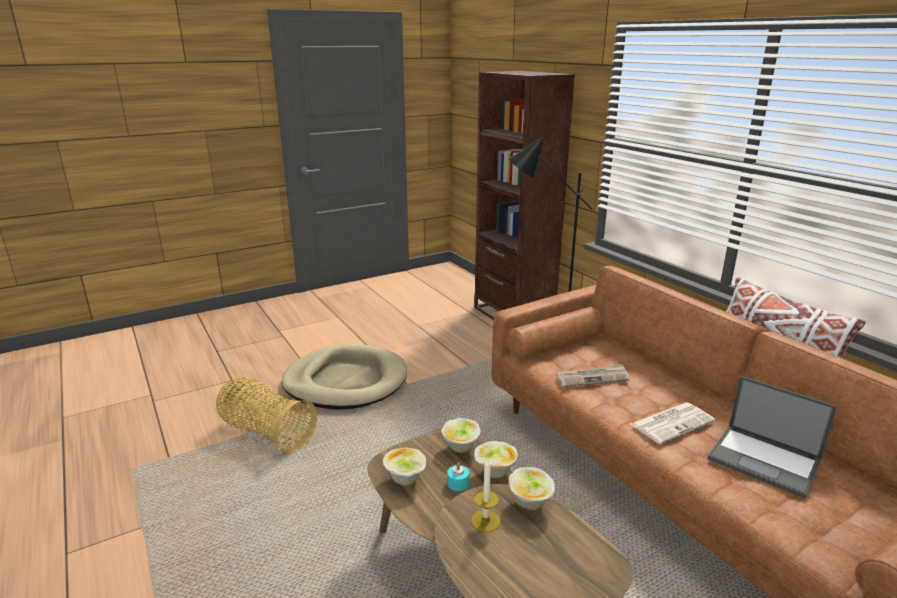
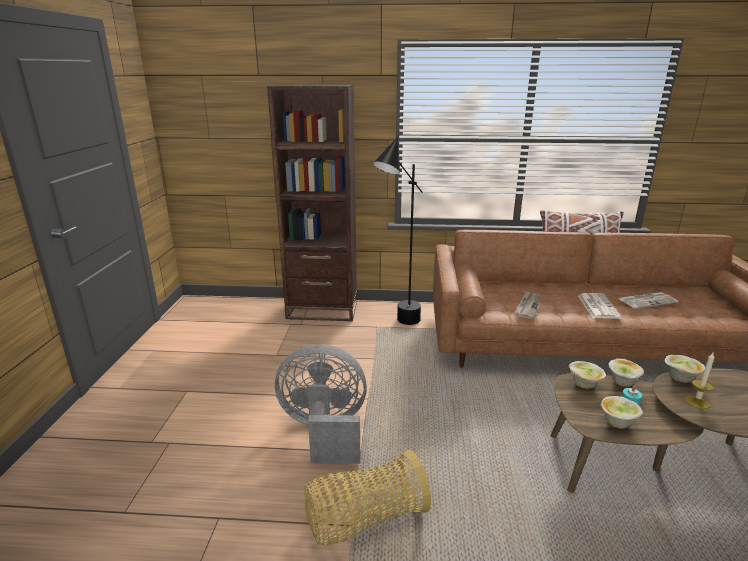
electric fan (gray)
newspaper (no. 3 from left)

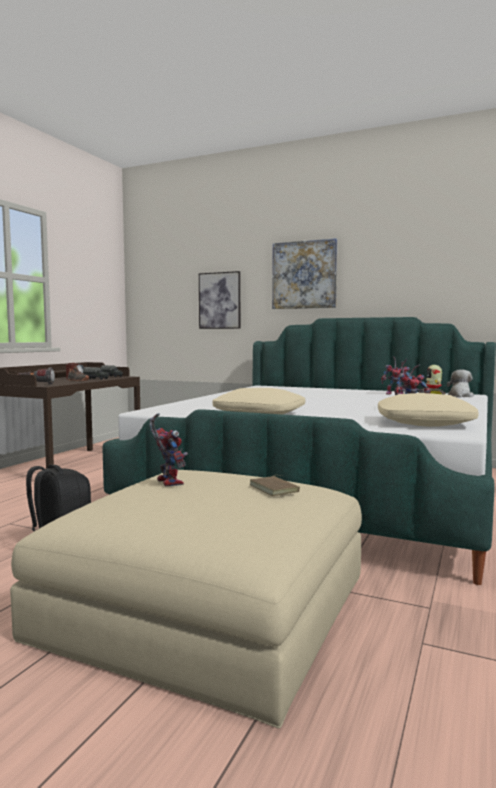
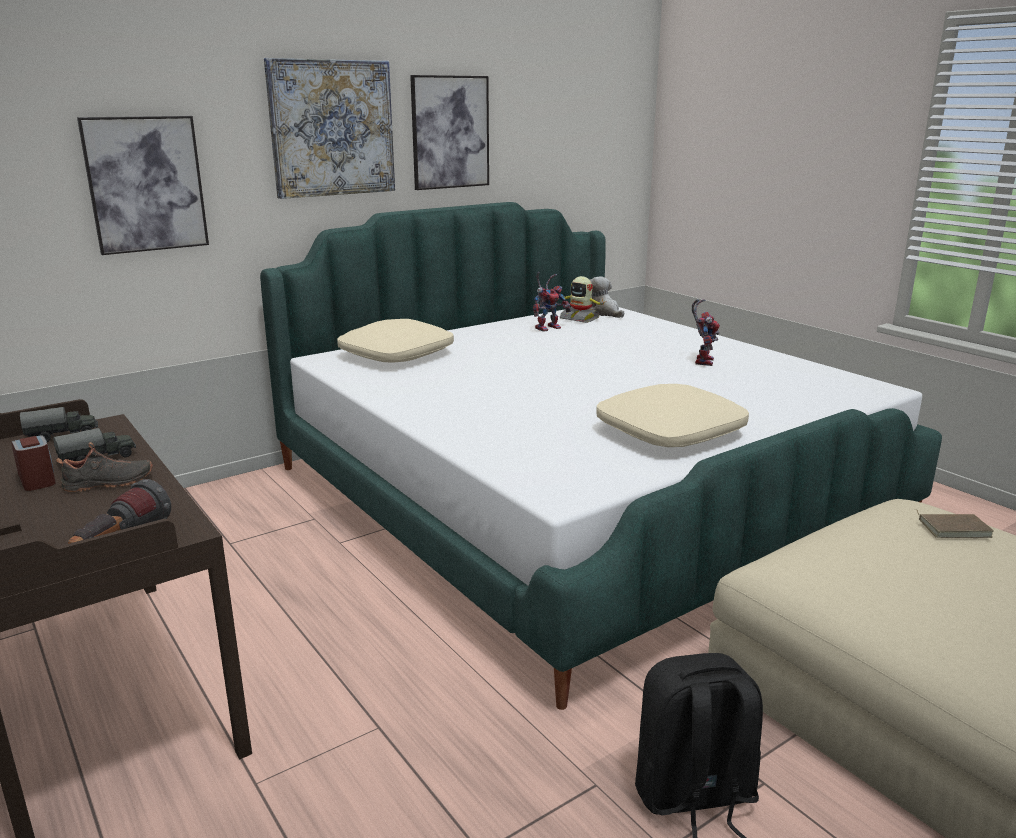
robot figure (no. 1 from left in the first image)
throw pillow (beige) (no. 1 from left)
wall art (no. 3 from left)

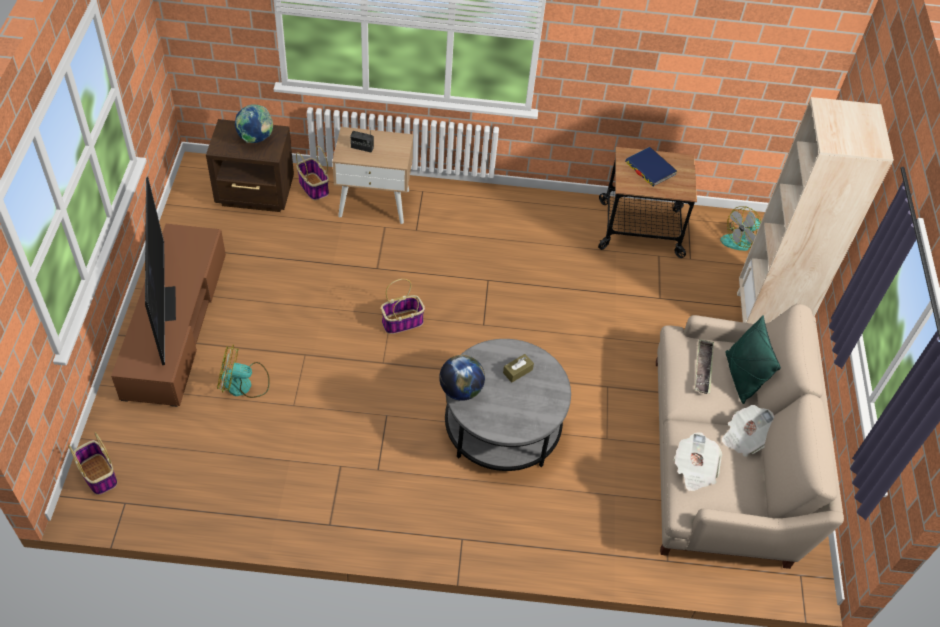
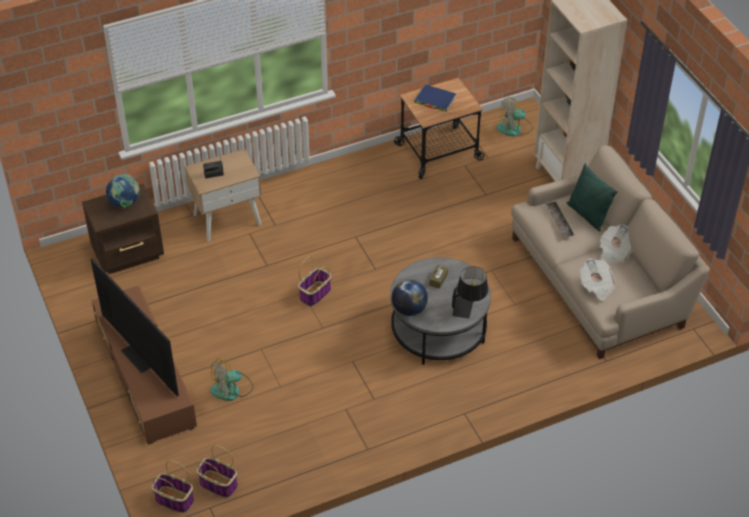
storage basket (no. 2 from left)
electric fan (no. 2 from left)
lamp for a table (blackish)

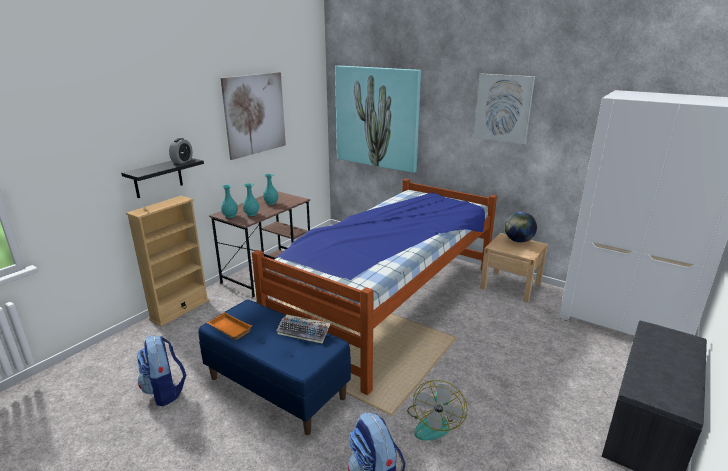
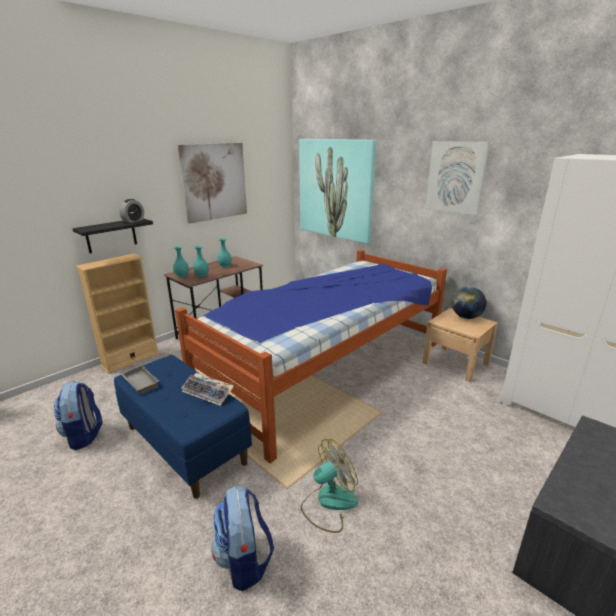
serving tray (gray)
electric fan

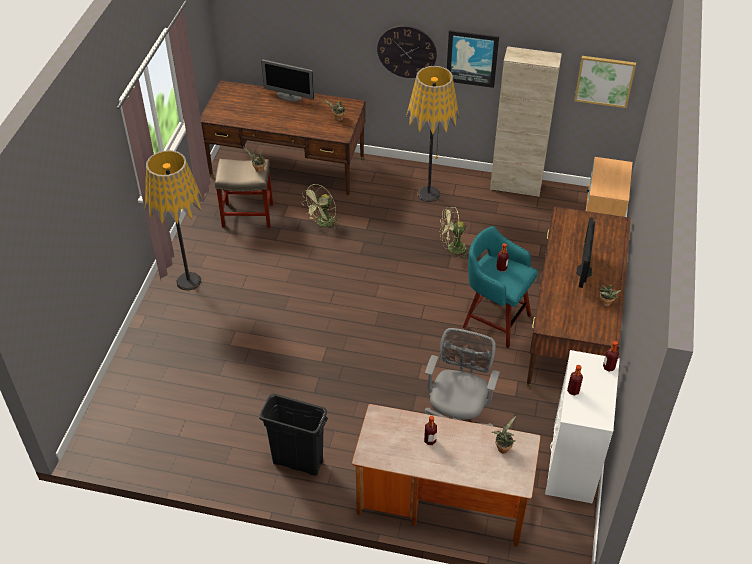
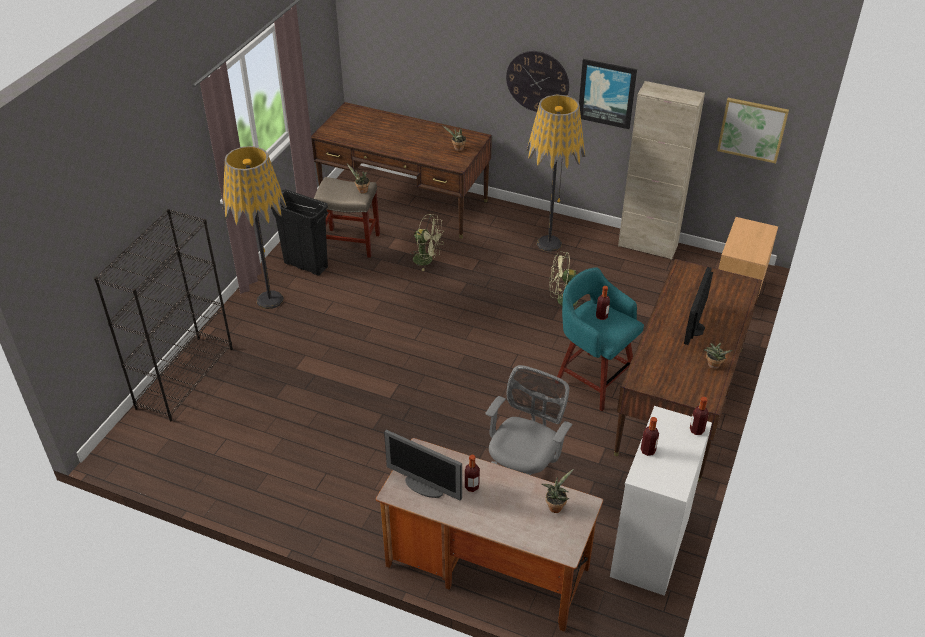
rubbish bin (blackish)
computer display (no. 1 from left)
electric fan (green) (no. 1 from left)
bookcase (blackish)

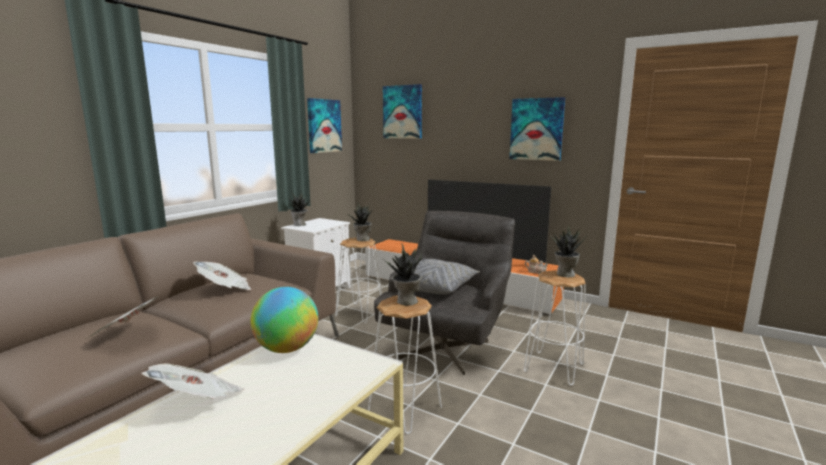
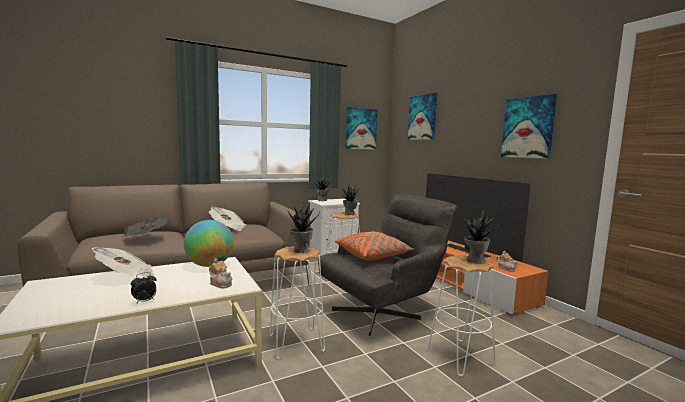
throw pillow (orange-coloured)
table clock
teapot (no. 1 from left)

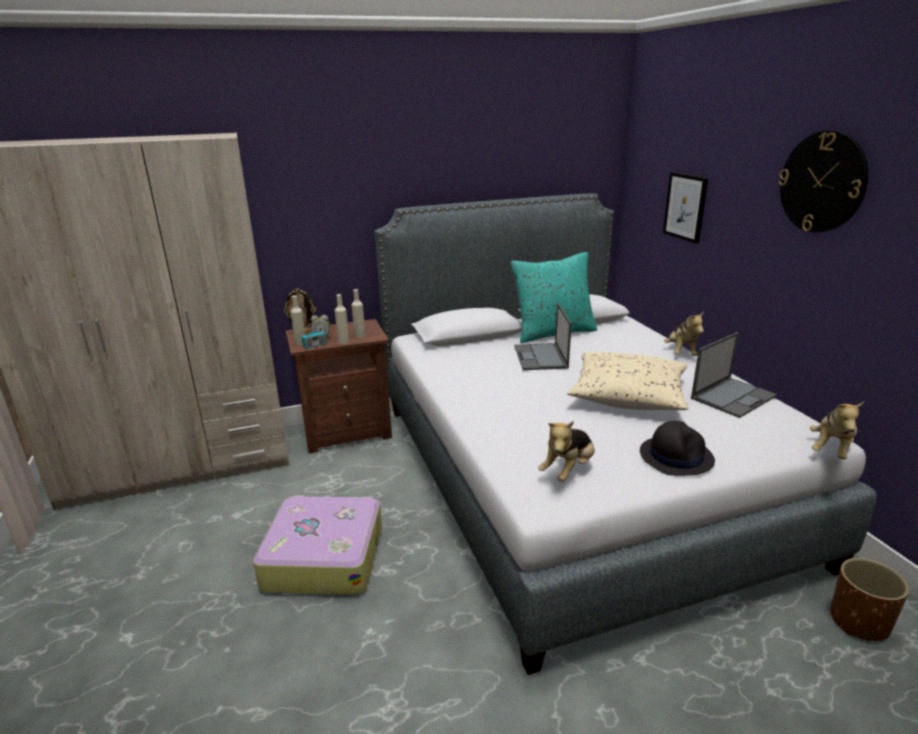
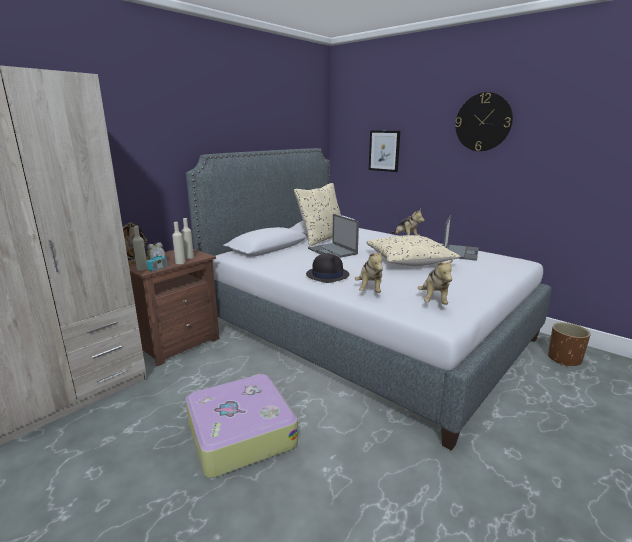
throw pillow (beige) (no. 1 from left)
hat (blackish)
cuddly toy (no. 1 from left)

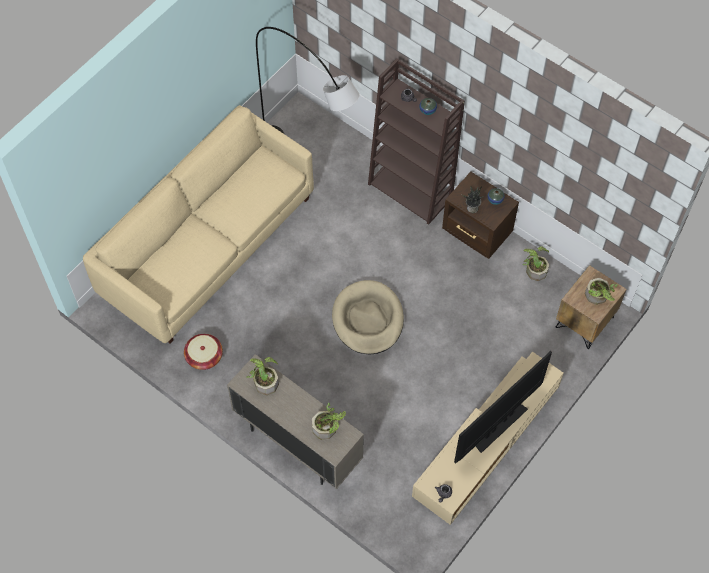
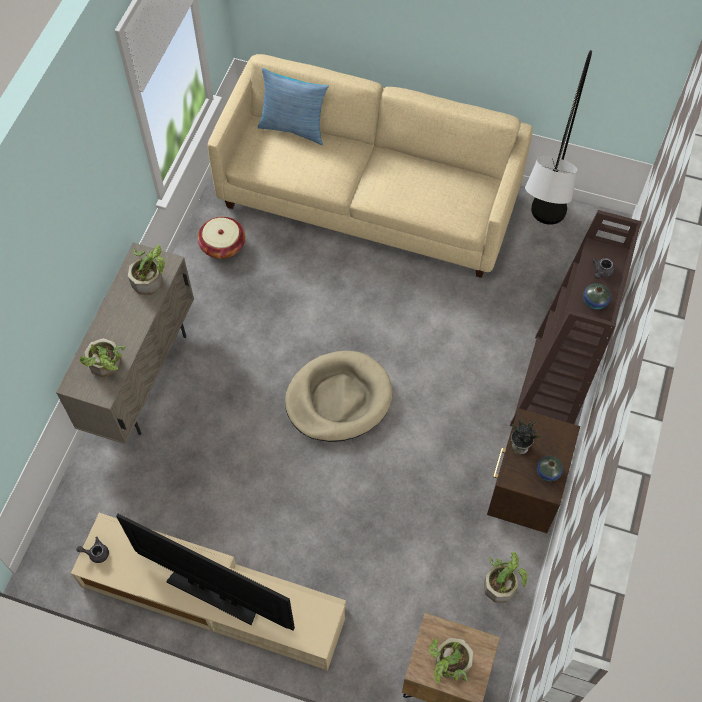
throw pillow

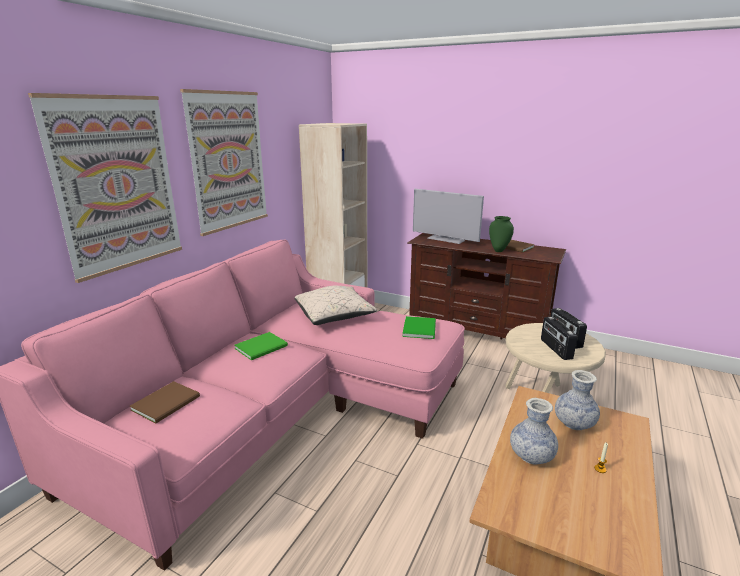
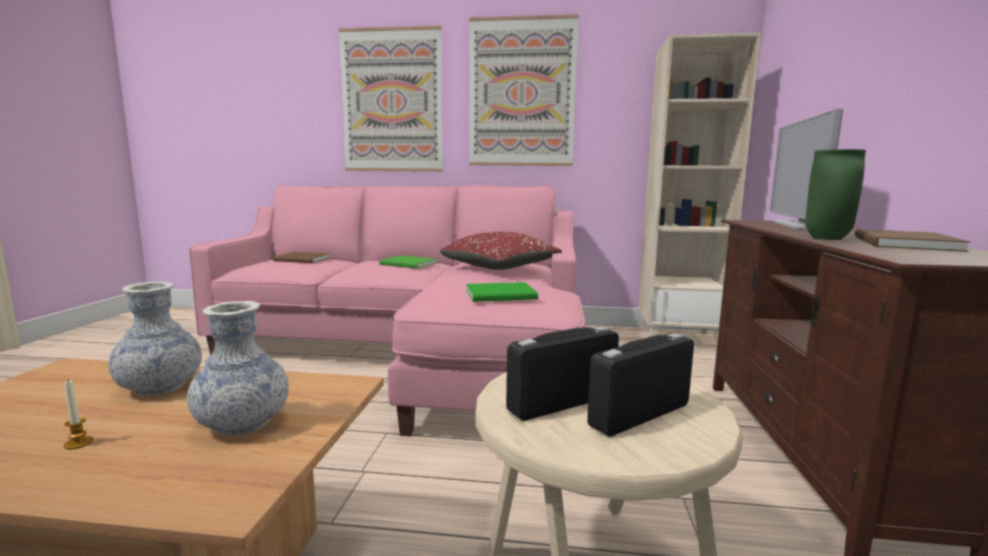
throw pillow (red-coloured)

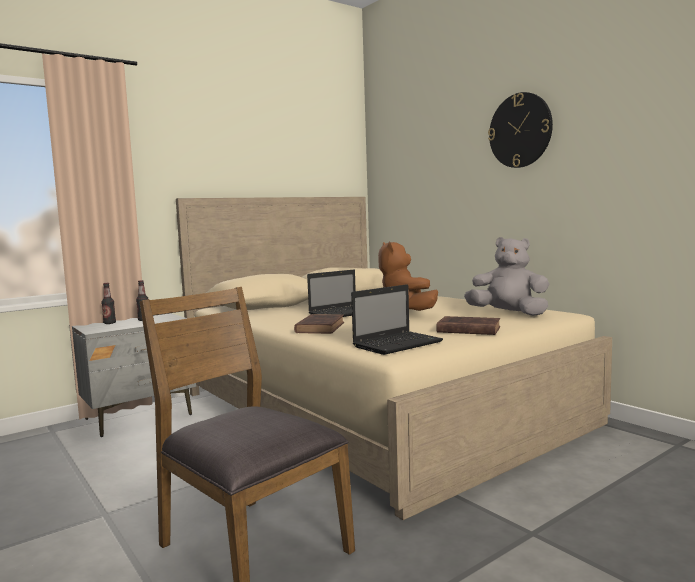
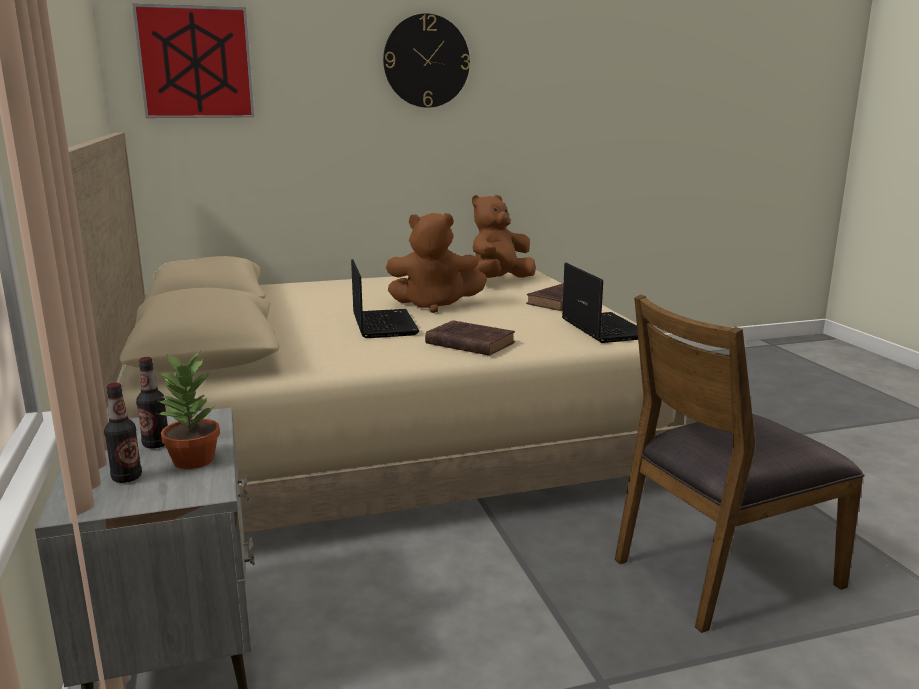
cuddly toy (brown-coloured) (no. 2 from left)
wall art
potted plant

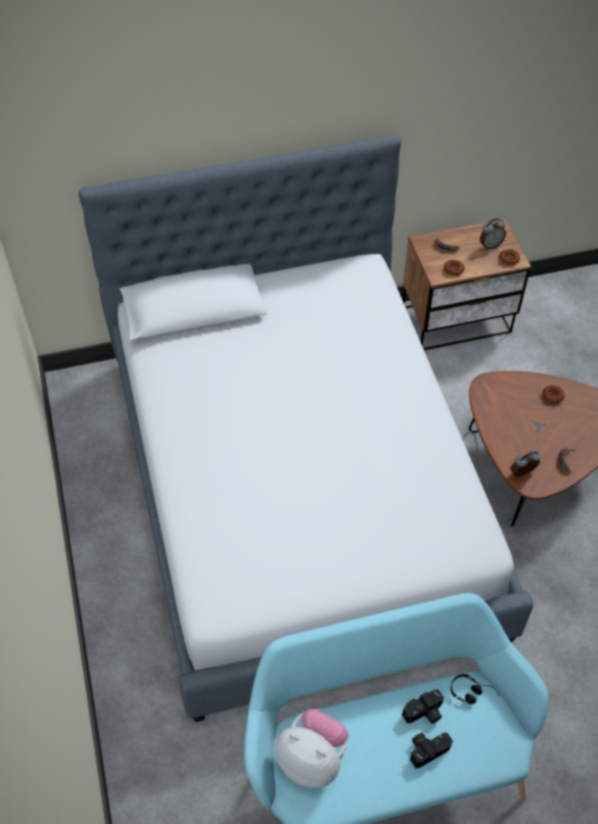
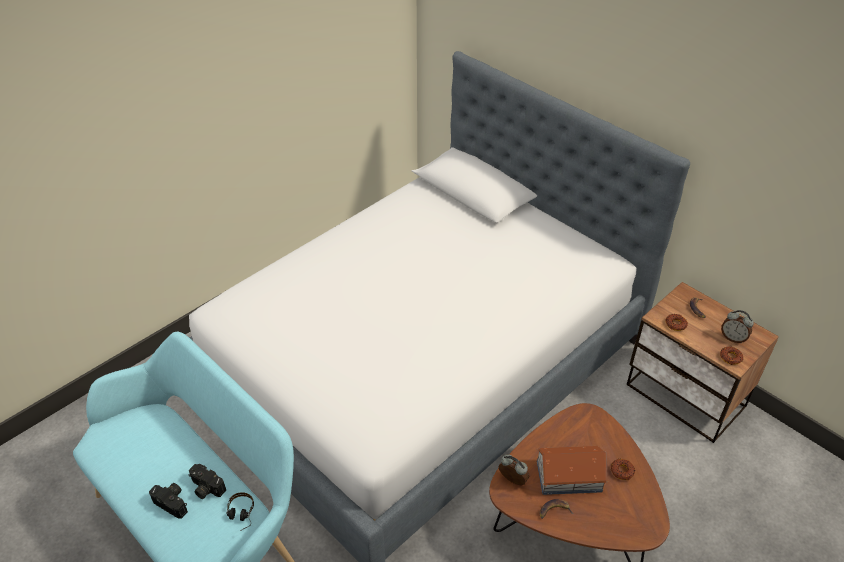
cuddly toy
model house

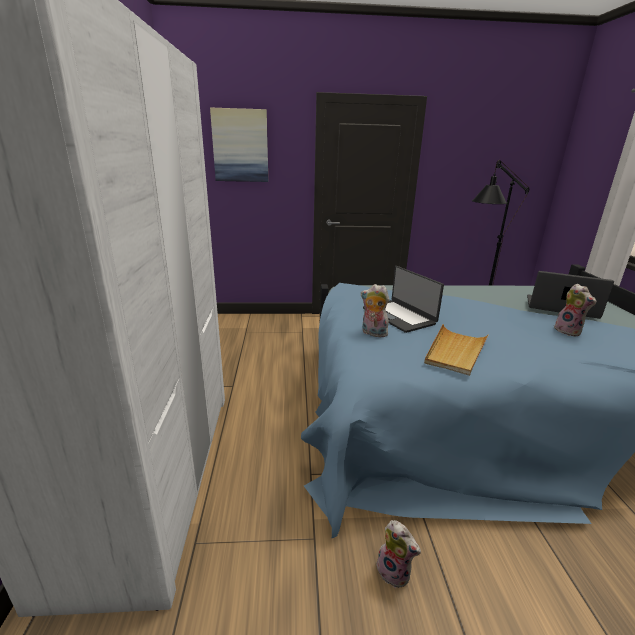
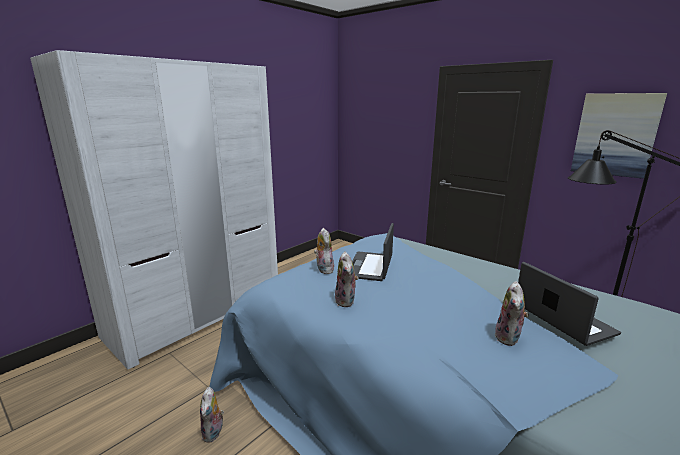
wall art
cuddly toy (no. 3 from left)

